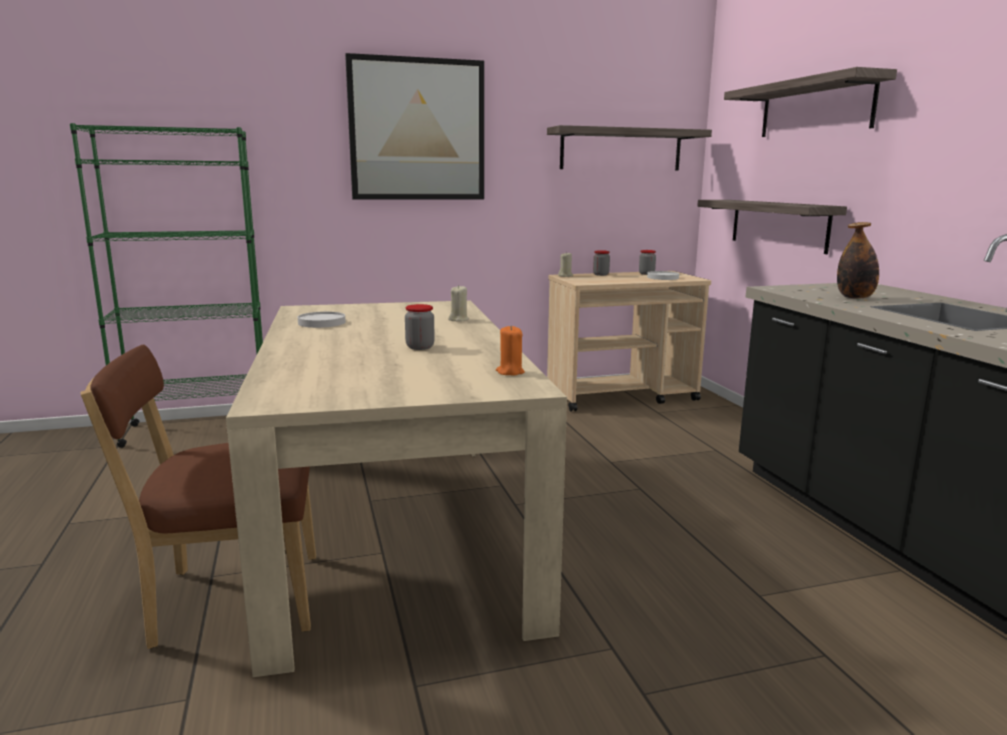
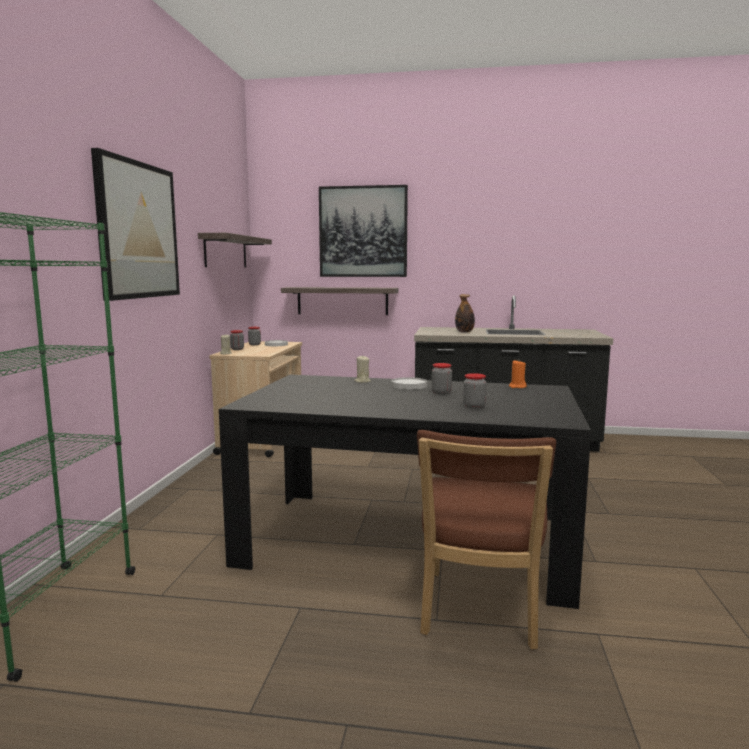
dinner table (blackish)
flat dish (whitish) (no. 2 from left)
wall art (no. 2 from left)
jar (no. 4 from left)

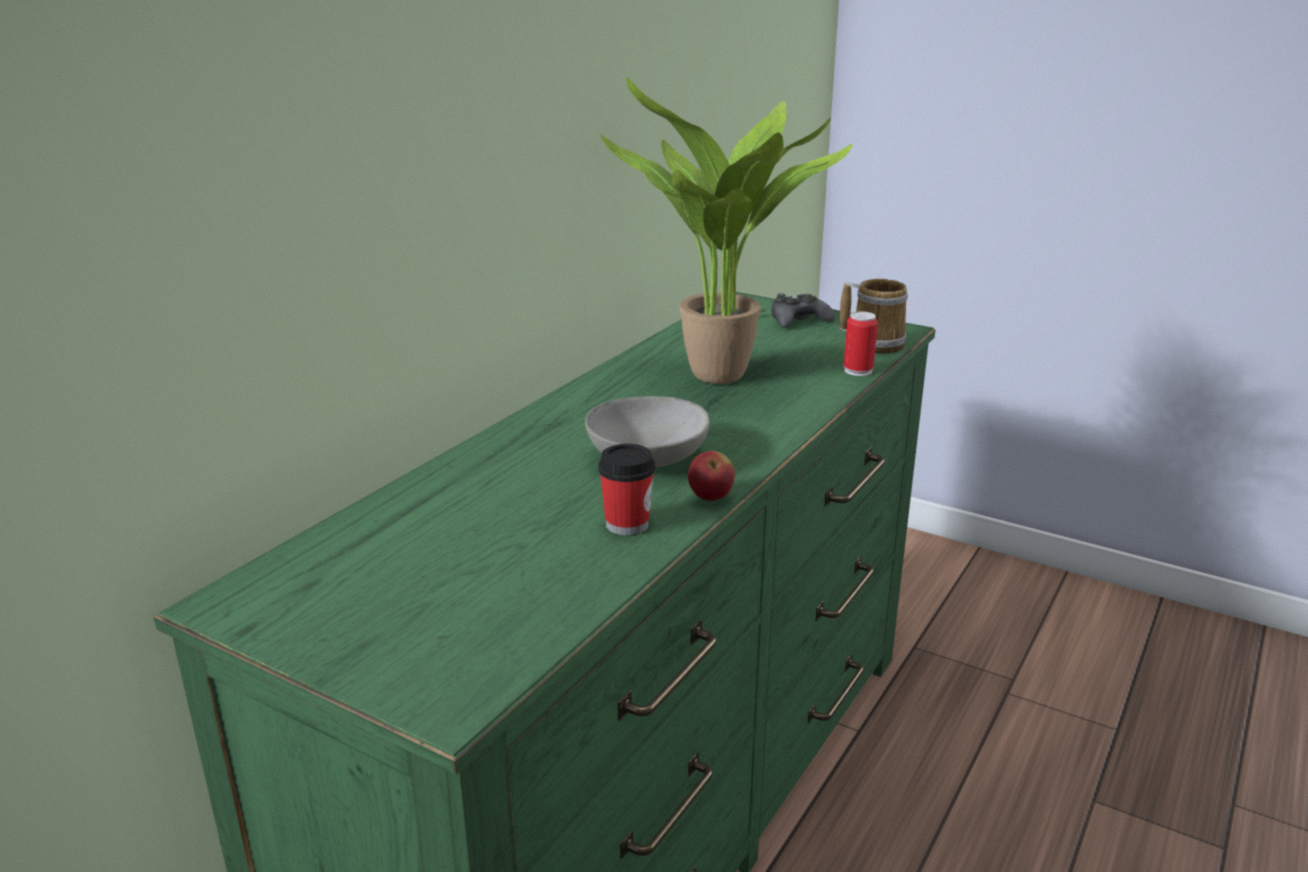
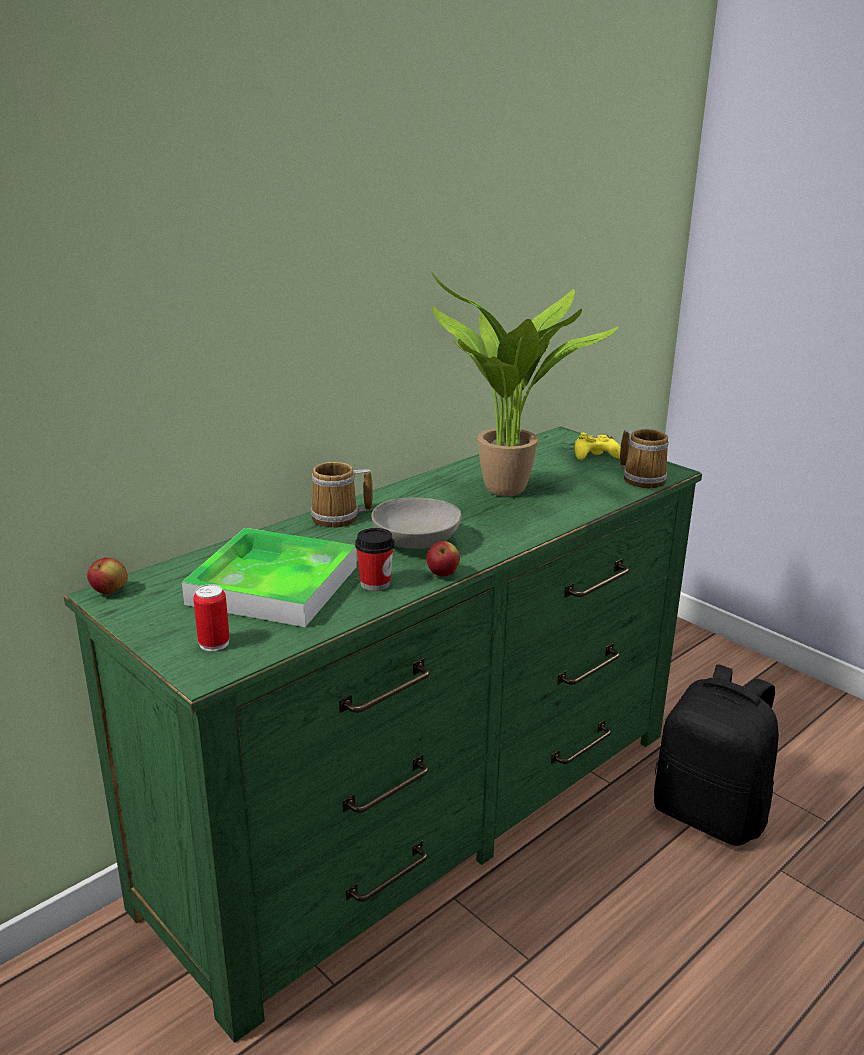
gamepad (yellow)
can
apple fruit (no. 1 from left)
serving tray
tea mug (no. 1 from left)
rucksack (blackish)

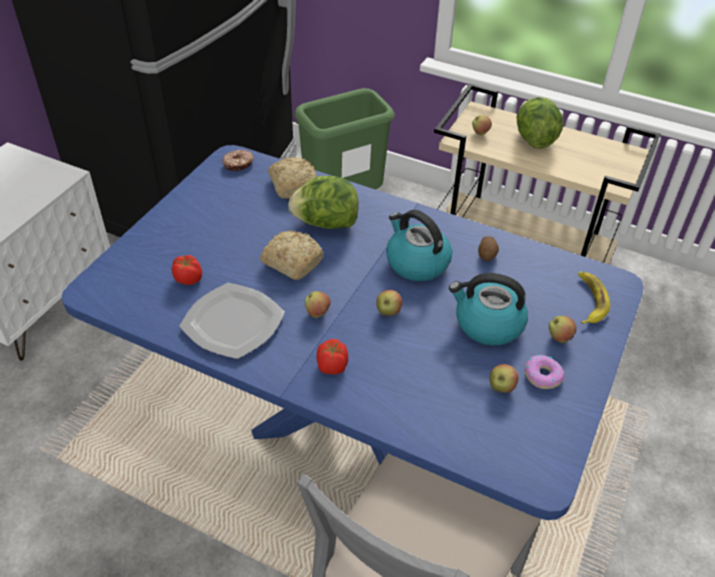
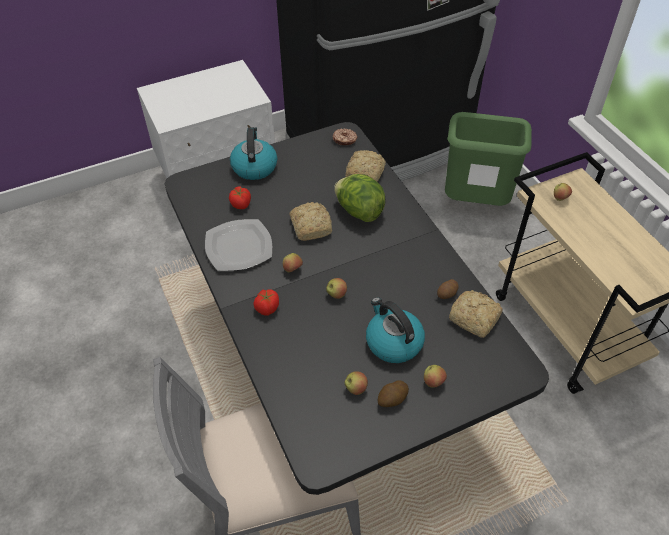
dinner table (blackish)
kettle (no. 1 from left)
lettuce (no. 2 from left in the first image)
whole potato (no. 1 from left)
whole banana
baked bread (no. 3 from left)

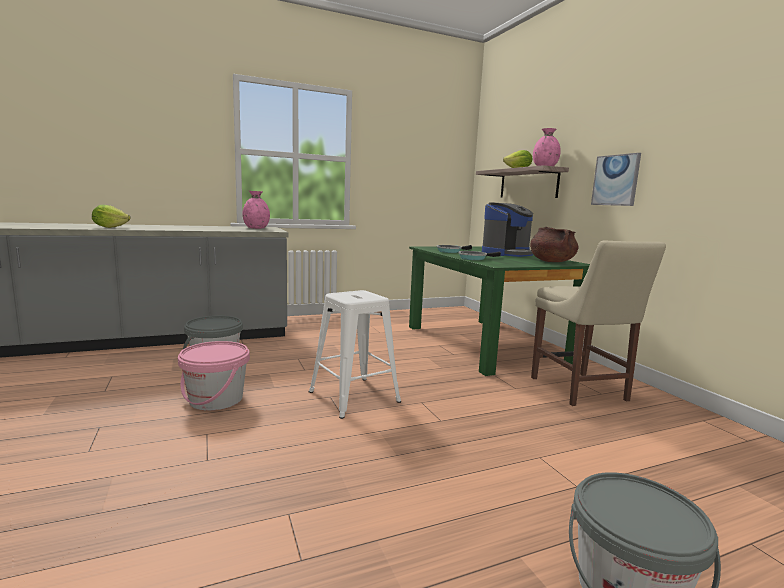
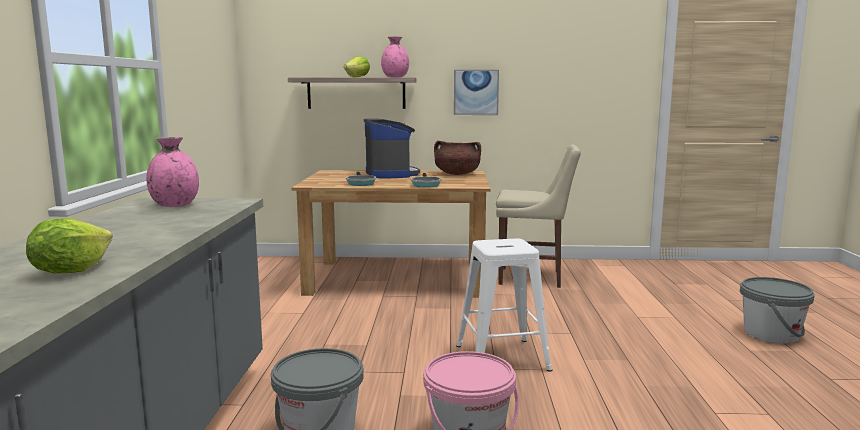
dinner table (brown-coloured)

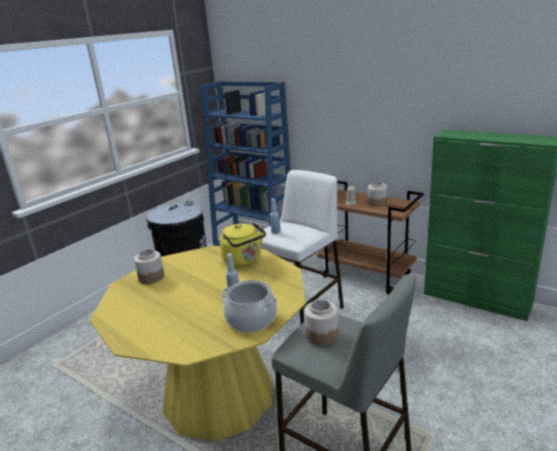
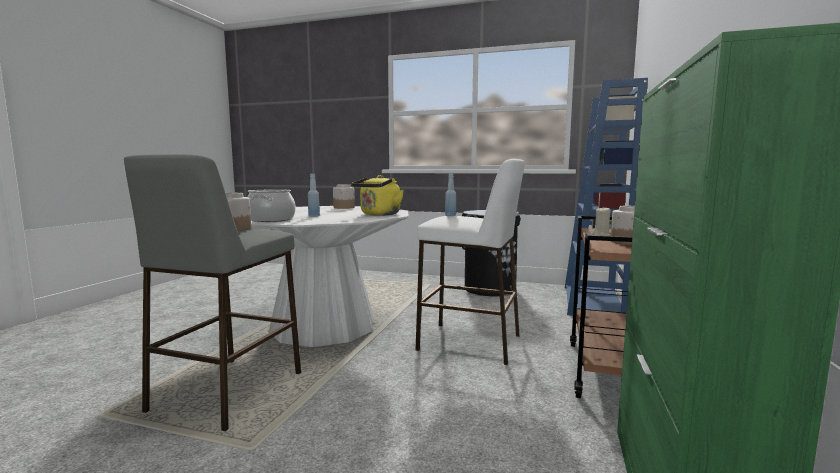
dinner table (whitish)

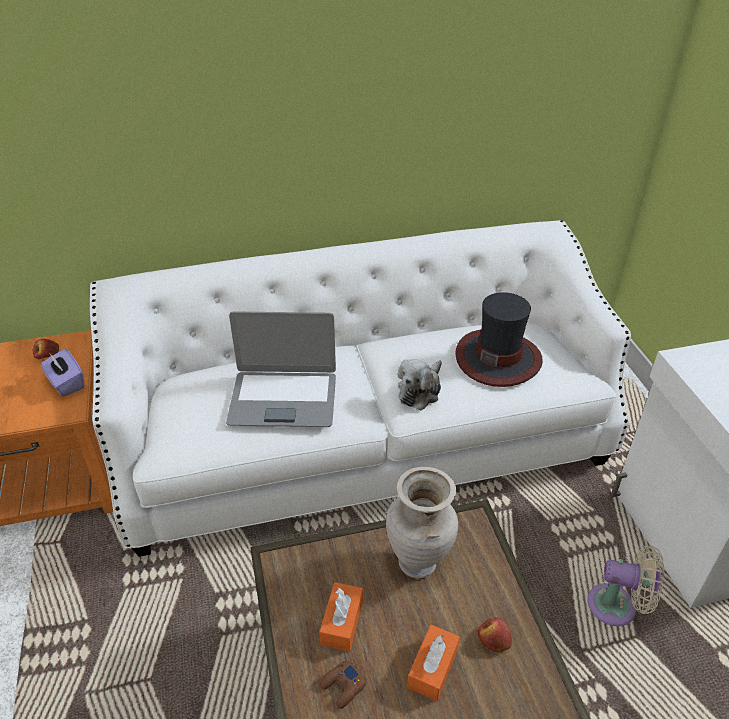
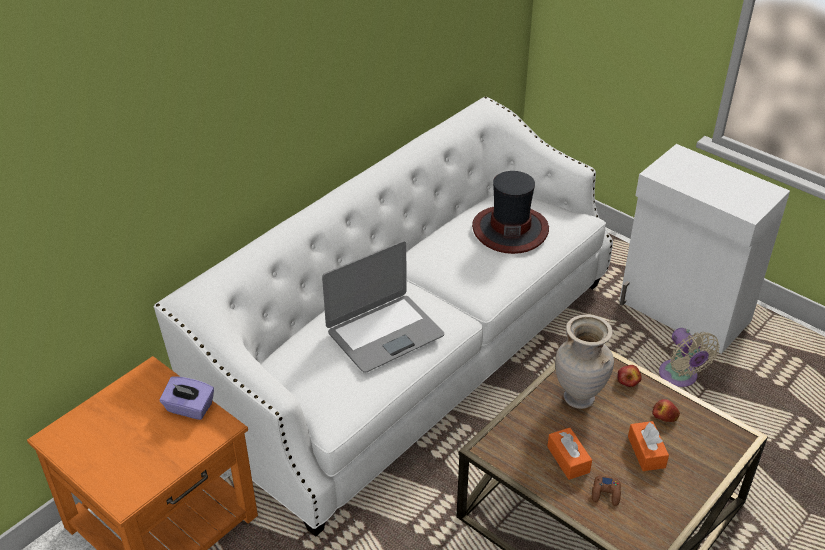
apple fruit (no. 1 from left)
cuddly toy
electric fan (beige)

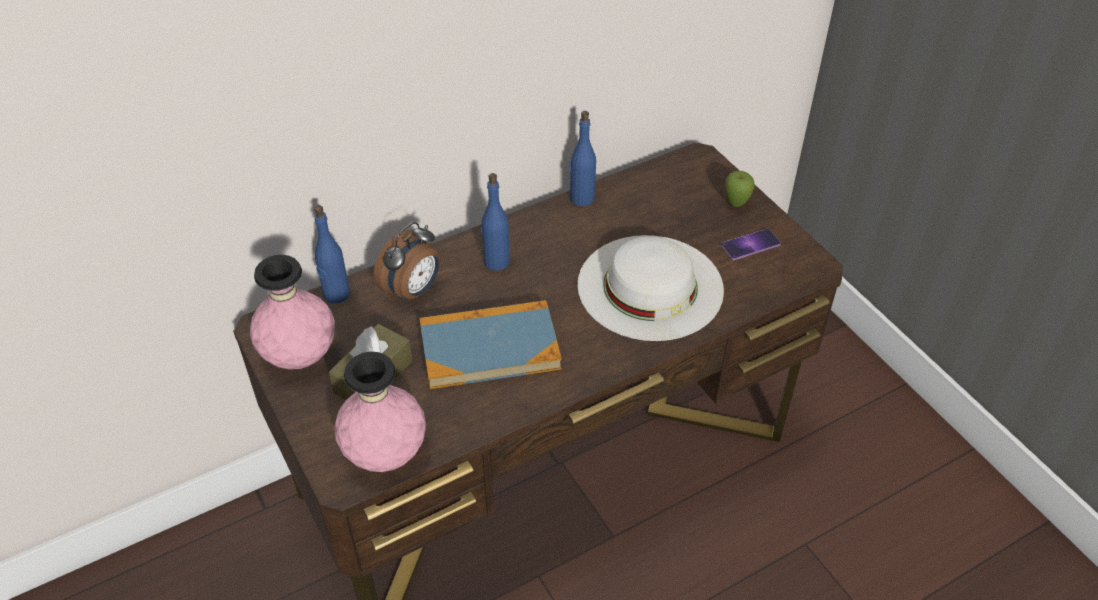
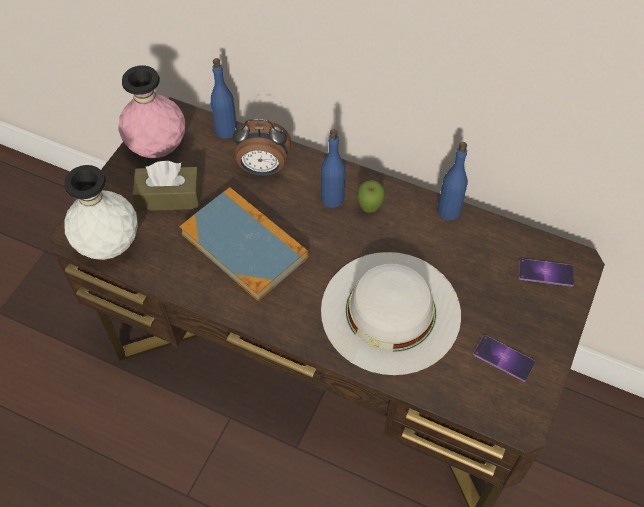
flower vase (whitish)
apple fruit
telephone (no. 2 from left)

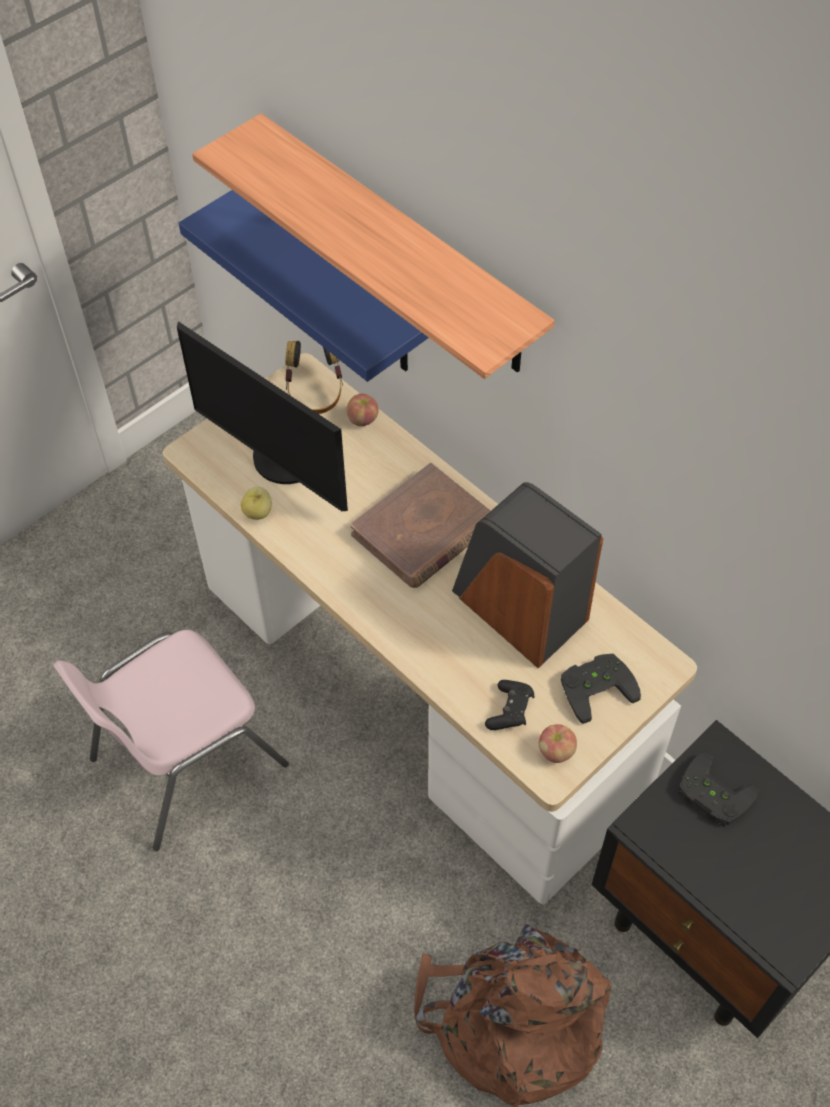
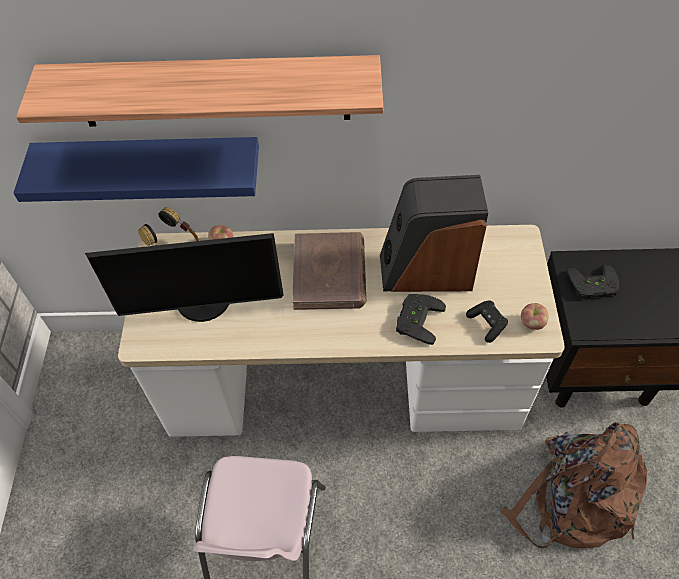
apple fruit (no. 1 from left in the first image)
gamepad (blackish) (no. 1 from left)

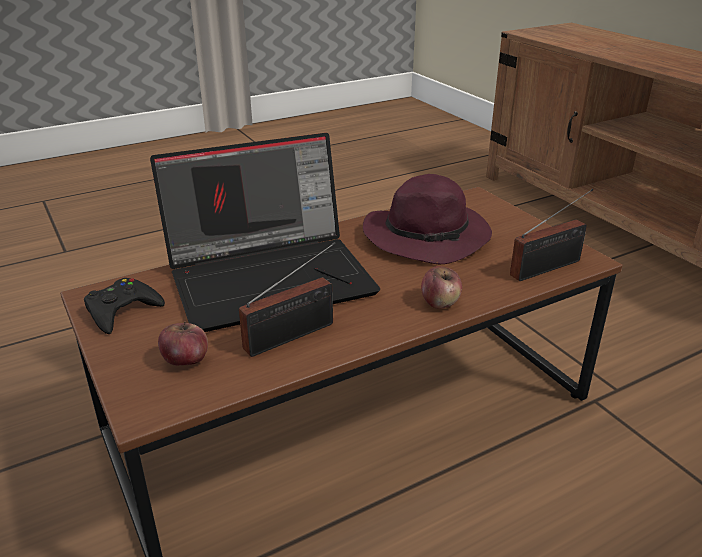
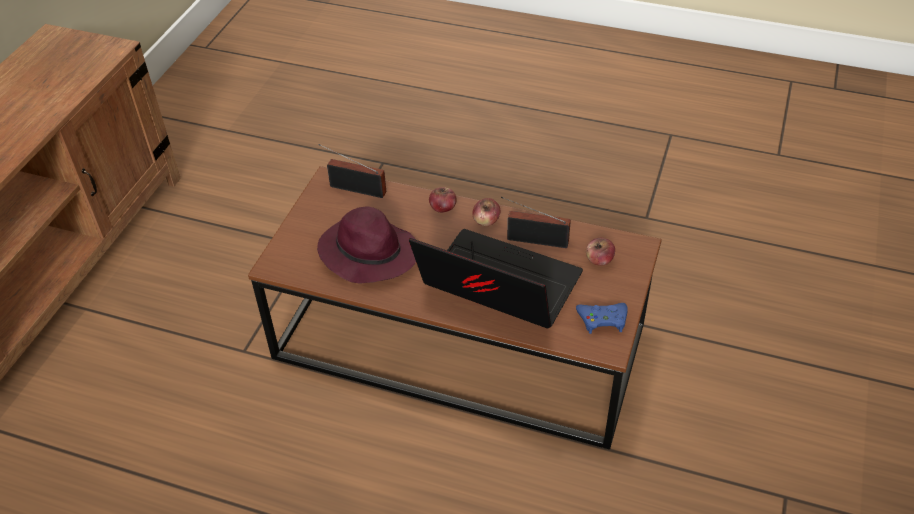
gamepad (blue-coloured)
apple fruit (no. 2 from left)

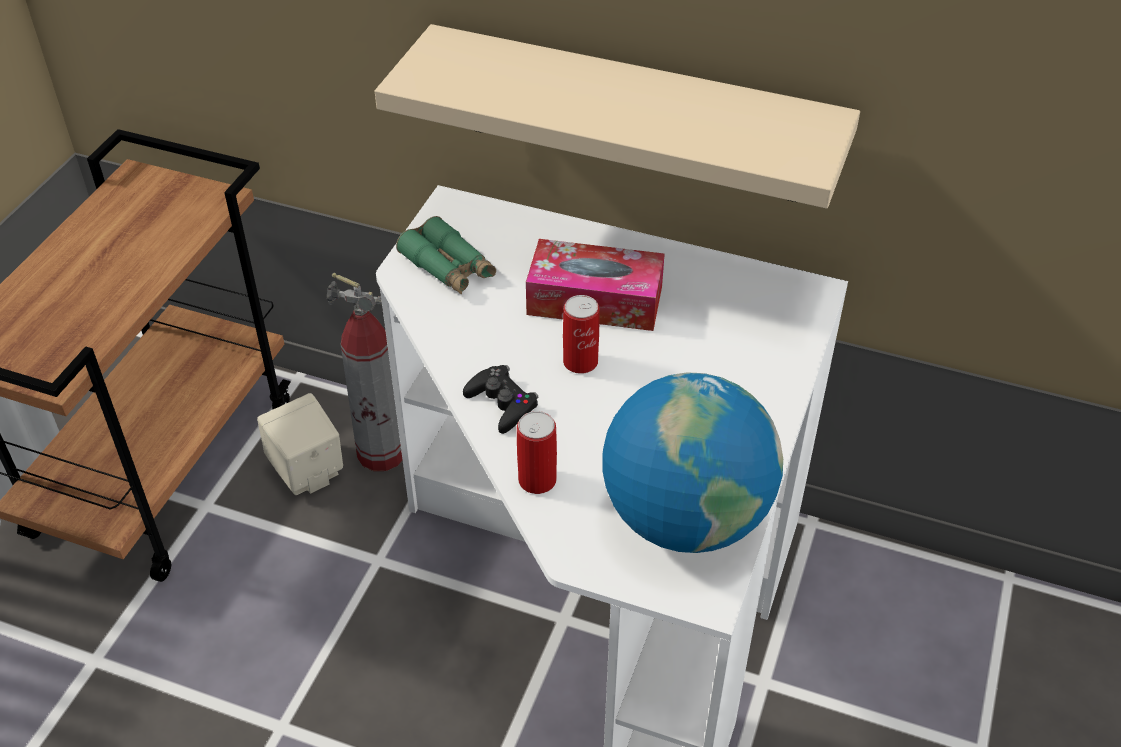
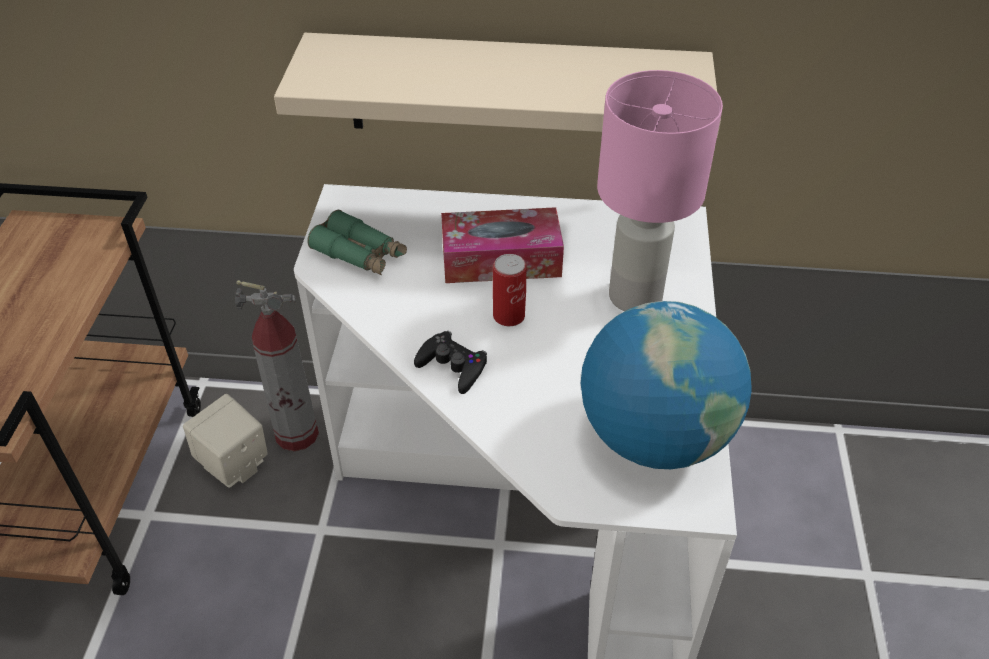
can (no. 1 from left in the first image)
lamp for a table (pink)

